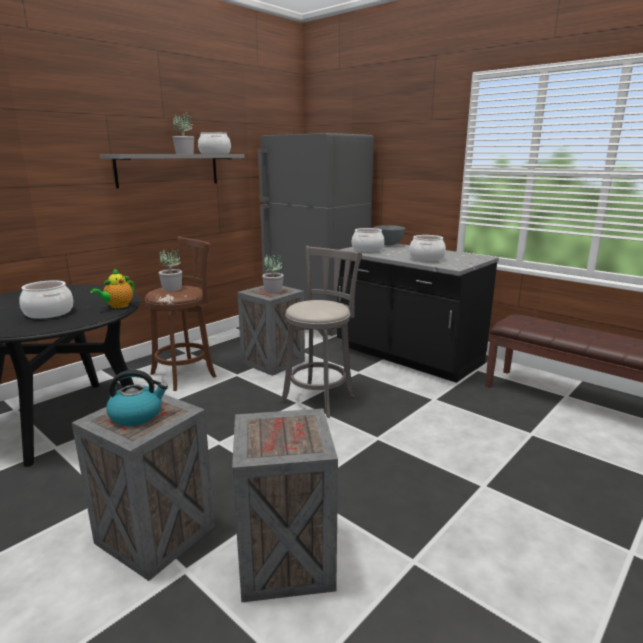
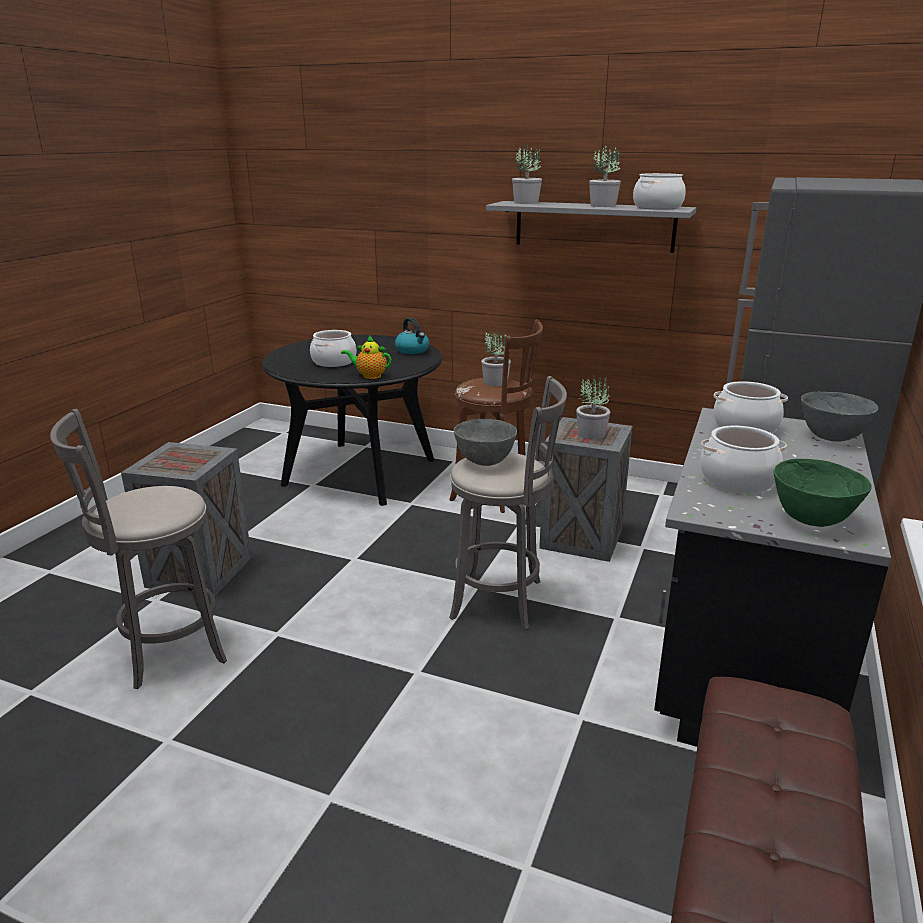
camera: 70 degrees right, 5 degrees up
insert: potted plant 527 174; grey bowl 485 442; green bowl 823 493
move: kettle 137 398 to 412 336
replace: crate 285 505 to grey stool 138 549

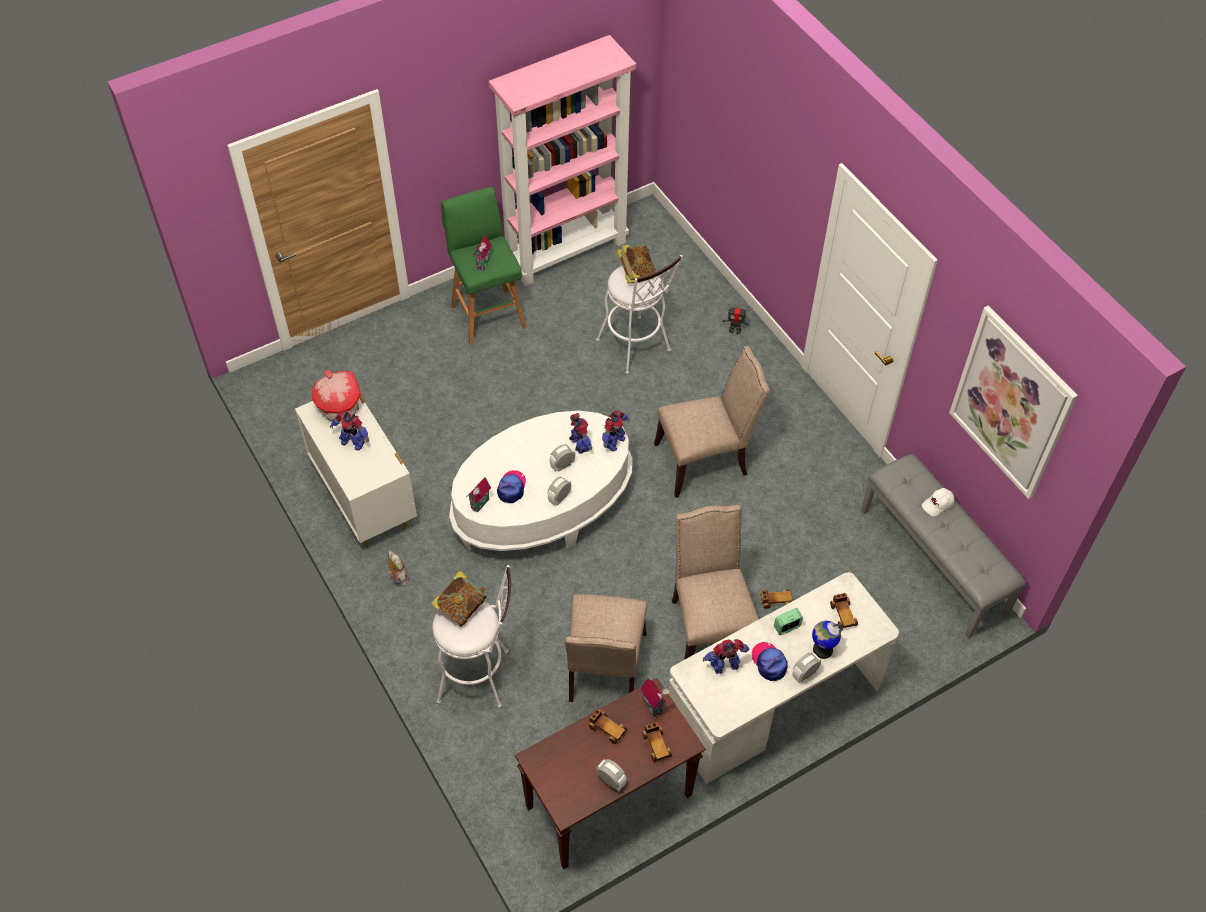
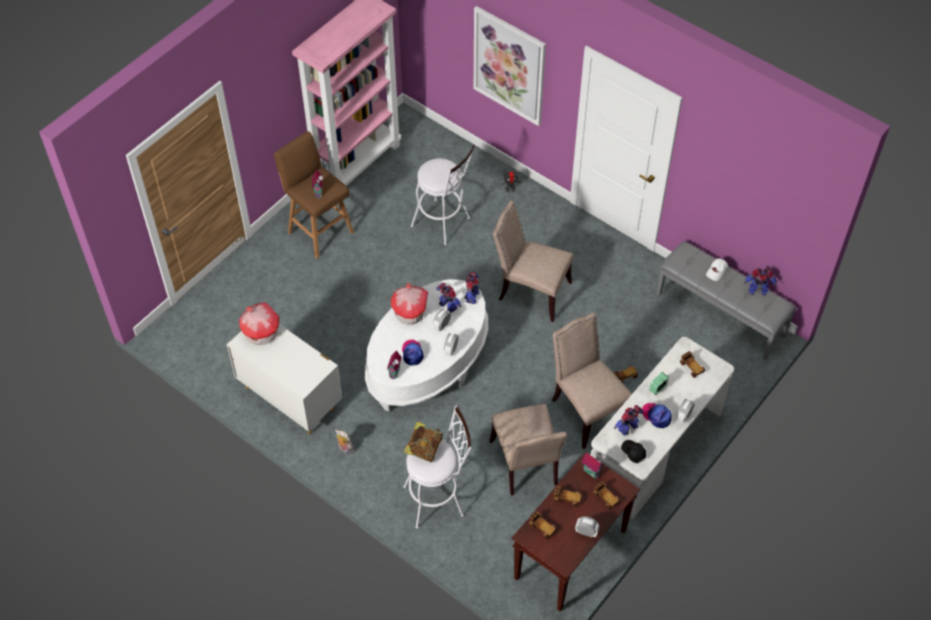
camera: 20 degrees left, 0 degrees up
delete: book 636 264; globe 827 640
insert: toy house 409 304; black cap 633 451; toy car 543 525
move: picture 1013 402 to 510 66; toy robot 349 431 to 760 281
recolor: green stool 484 266 to brown stool 314 195
rotate: beige chair 712 422 = 533 261 120 degrees counterclockwise

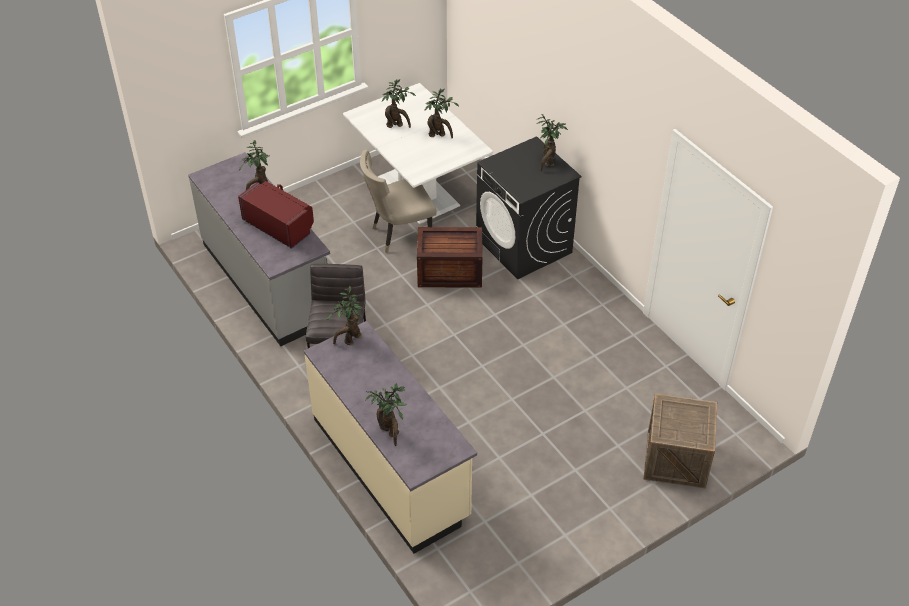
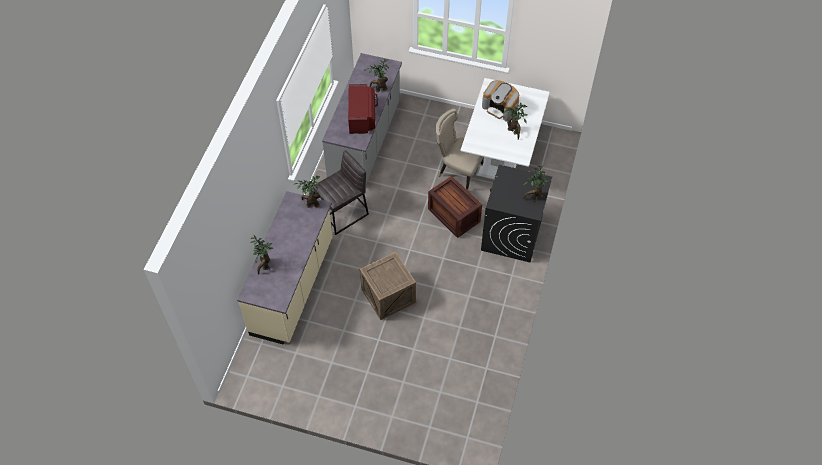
camera: 50 degrees right, 10 degrees up
move: crate 680 441 to 388 286
replace: potted plant 399 103 to coffee machine 500 101

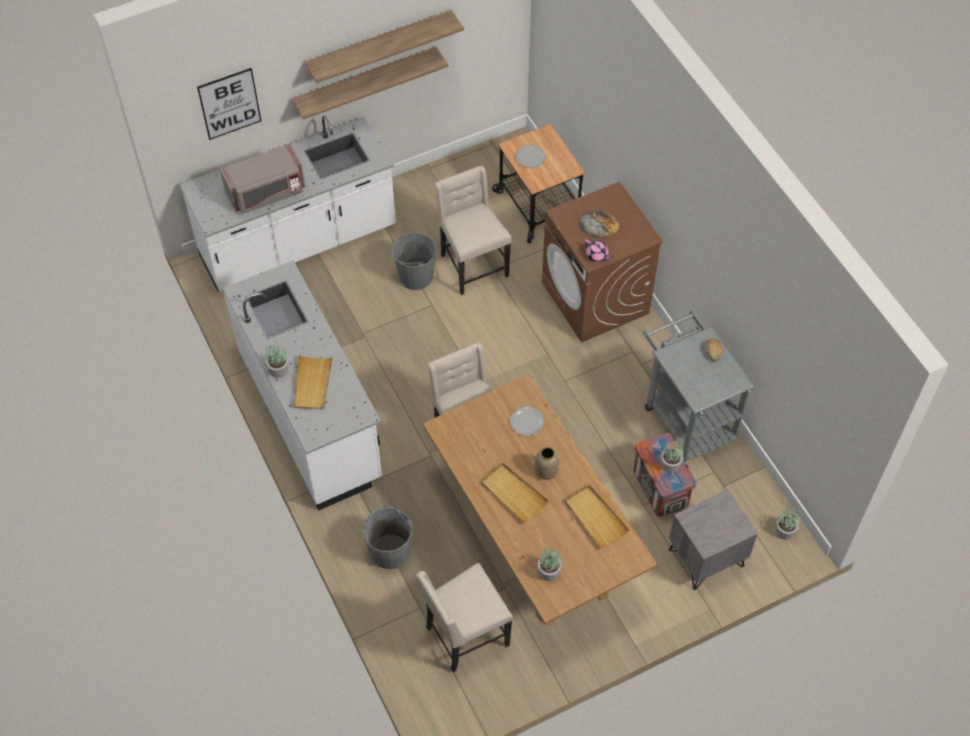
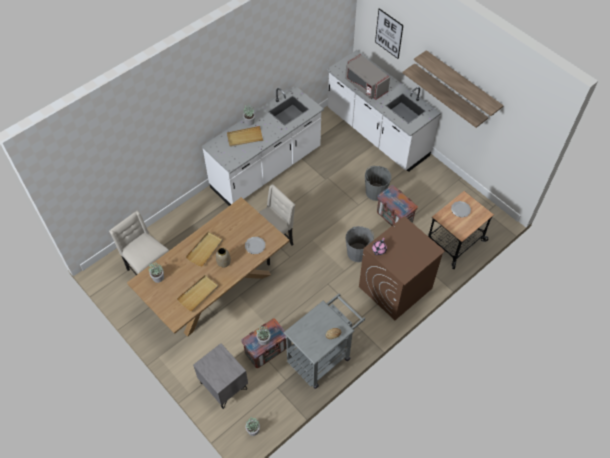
camera: 75 degrees right, 0 degrees up
delete: bread 599 224
move: grey bucket 387 537 to 359 244
replace: beige chair 473 230 to crate 397 205

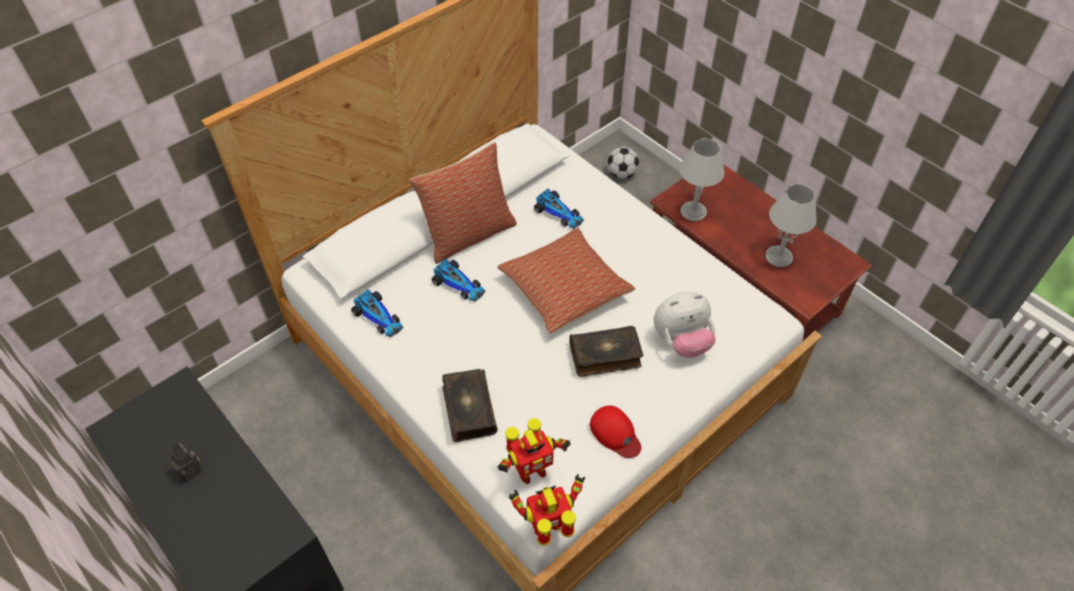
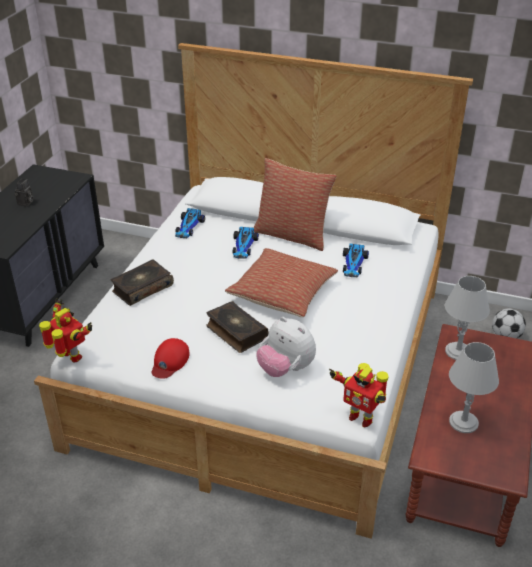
camera: 60 degrees right, 15 degrees down
move: toy robot 534 451 to 359 395

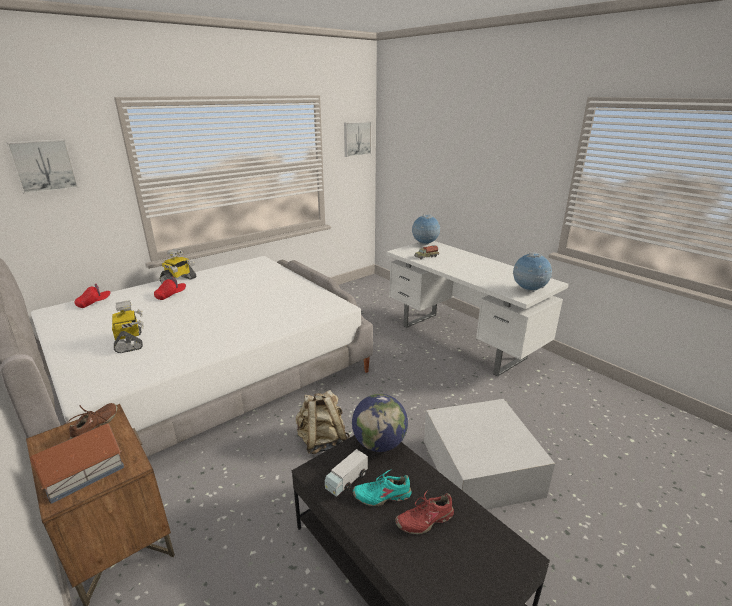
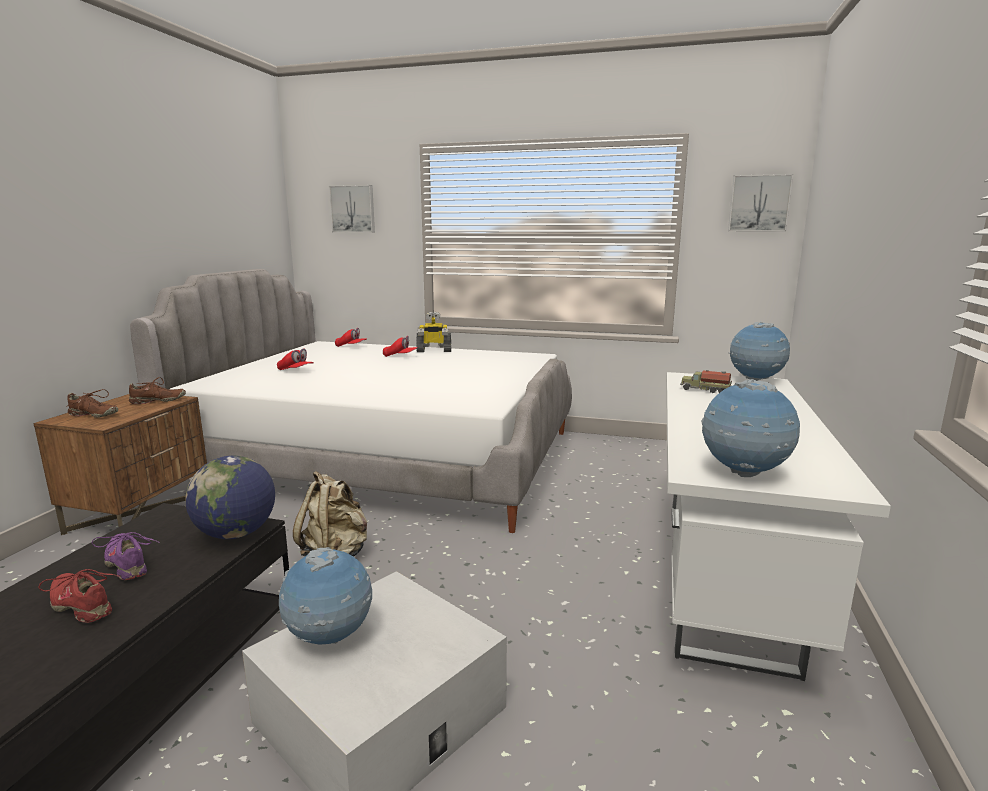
camera: 55 degrees right, 10 degrees down
delete: toy truck 346 473
insert: globe 325 596
replace: toy robot 127 326 to red cap 295 359; toy house 77 464 to brown shoe 92 403
recolor: turquoise shoe 382 487 to purple shoe 126 556

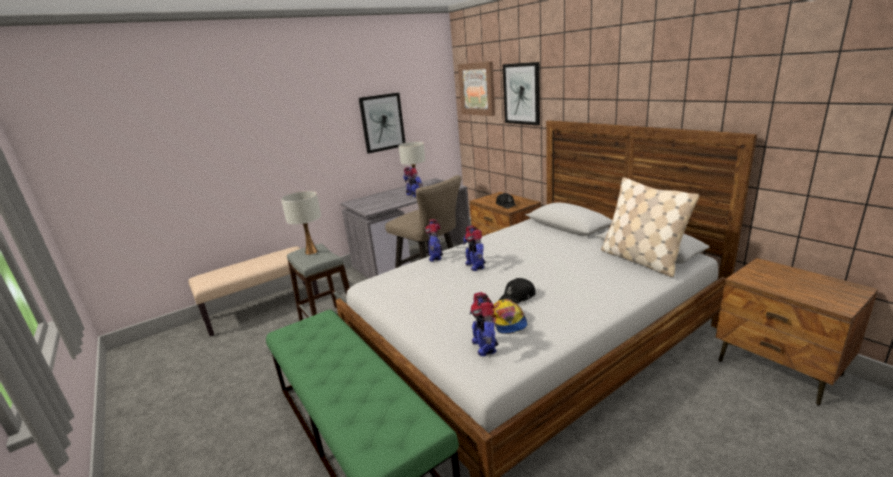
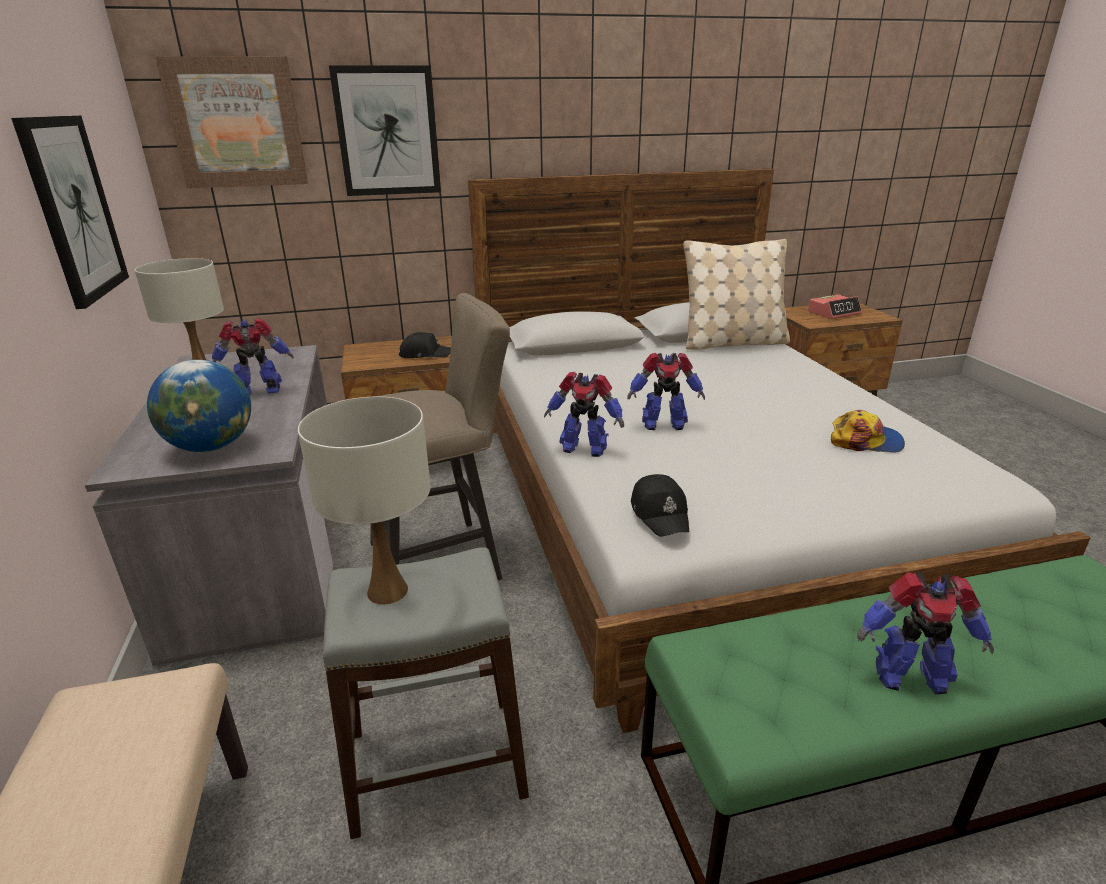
camera: 70 degrees left, 5 degrees up
insert: alarm clock 835 306; globe 199 406
move: black cap 516 291 to 660 505; toy robot 484 324 to 925 633

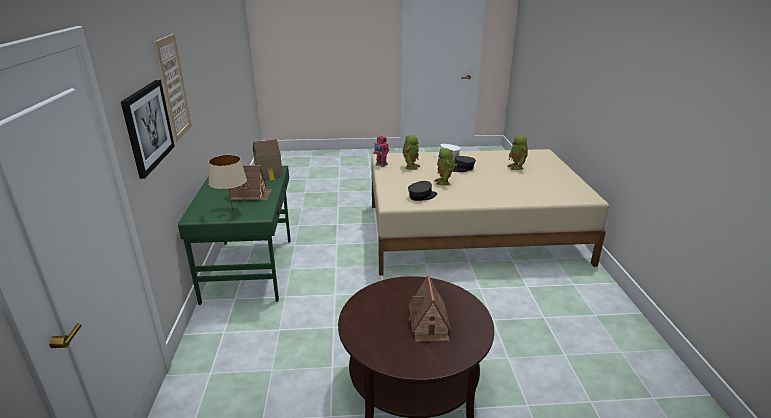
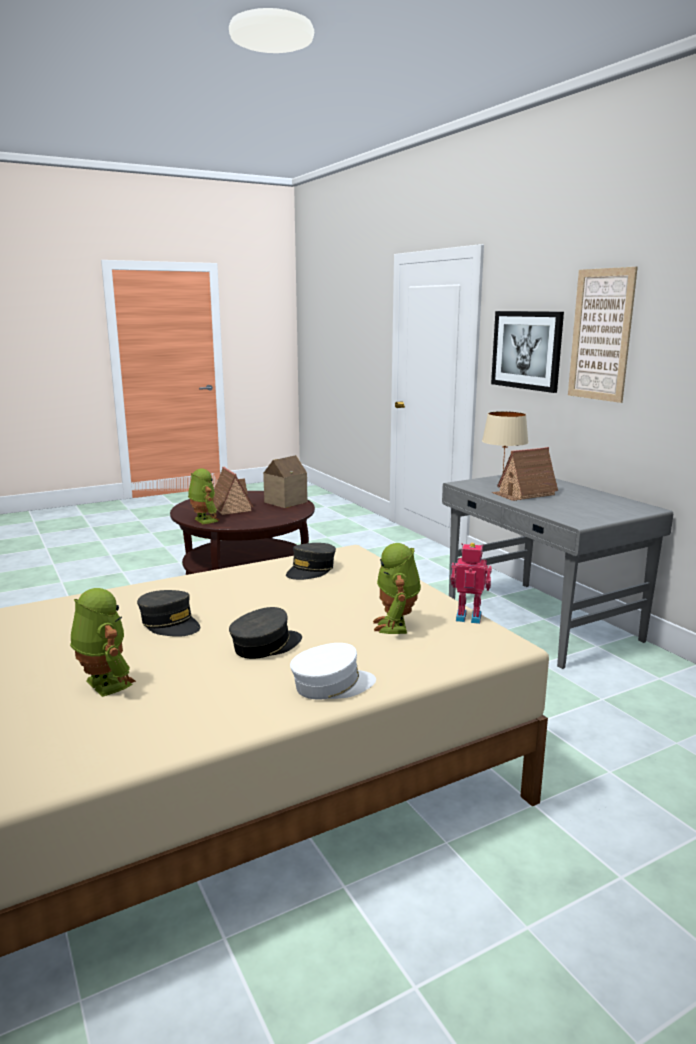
camera: 155 degrees right, 10 degrees down
insert: grey cap 168 613
move: toy house 268 160 to 285 481; toy robot 444 166 to 203 496
recolor: green desk 234 235 to grey desk 557 572

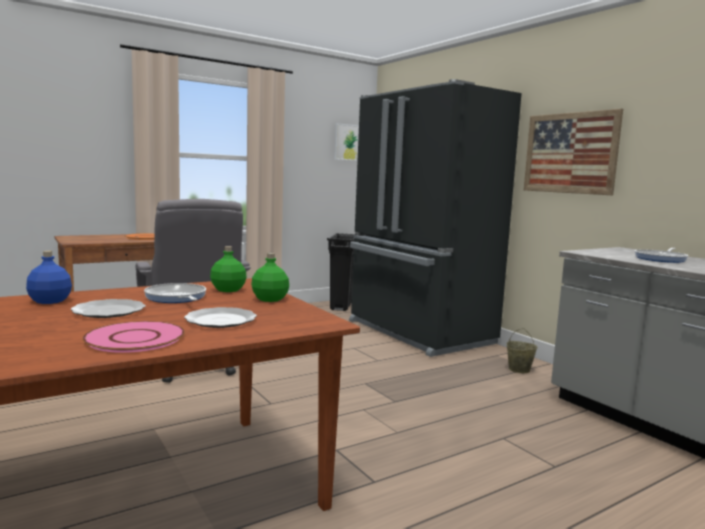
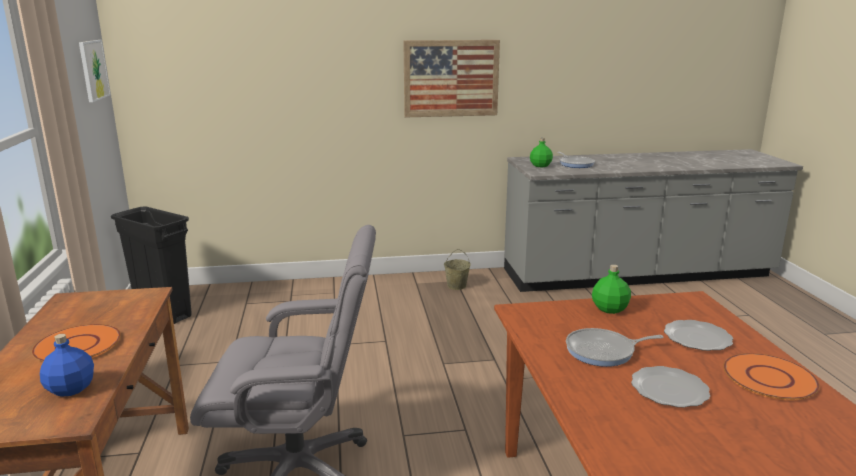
camera: 65 degrees left, 10 degrees up
delete: black fridge 435 218
move: green bottle 228 269 to 541 152; blue bottle 49 277 to 67 365
recolor: pink plate 133 337 to orange plate 771 377

